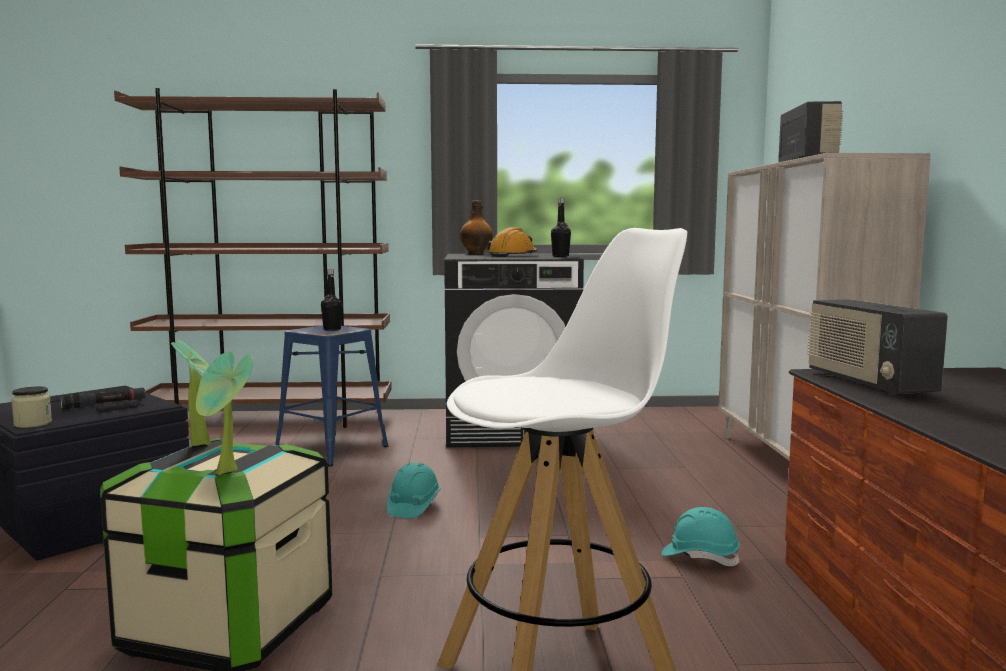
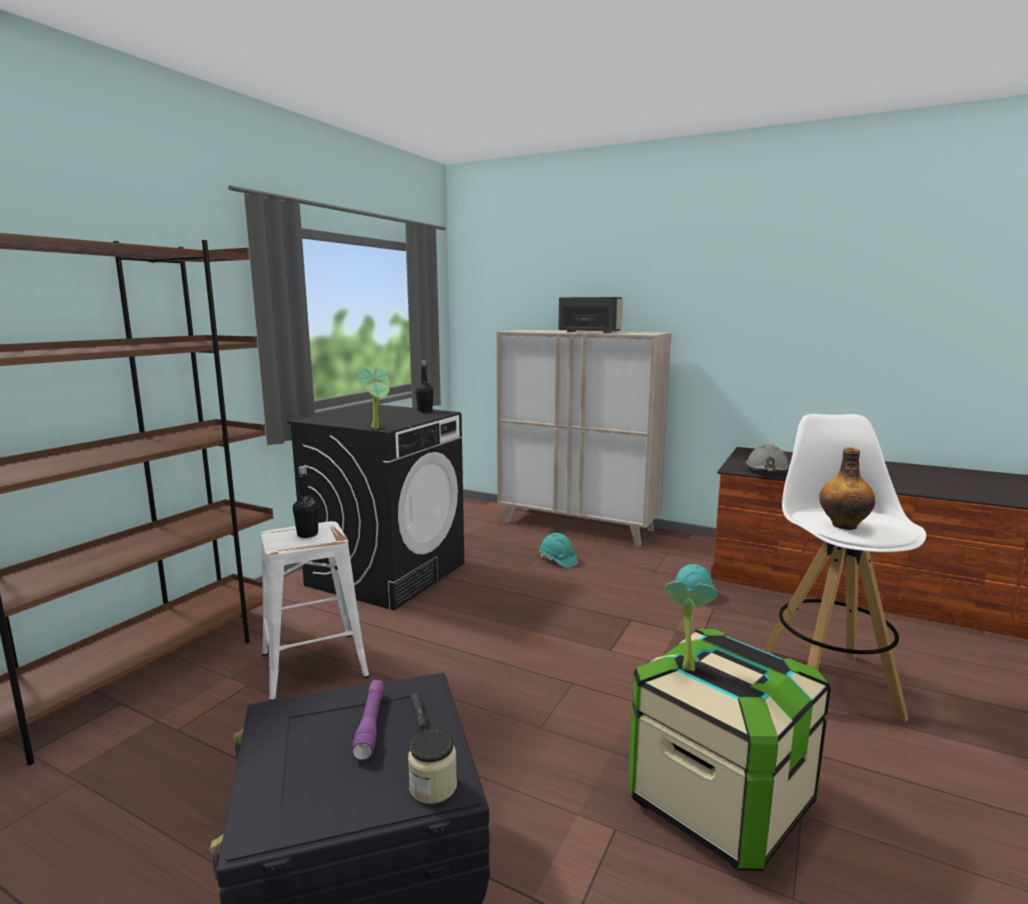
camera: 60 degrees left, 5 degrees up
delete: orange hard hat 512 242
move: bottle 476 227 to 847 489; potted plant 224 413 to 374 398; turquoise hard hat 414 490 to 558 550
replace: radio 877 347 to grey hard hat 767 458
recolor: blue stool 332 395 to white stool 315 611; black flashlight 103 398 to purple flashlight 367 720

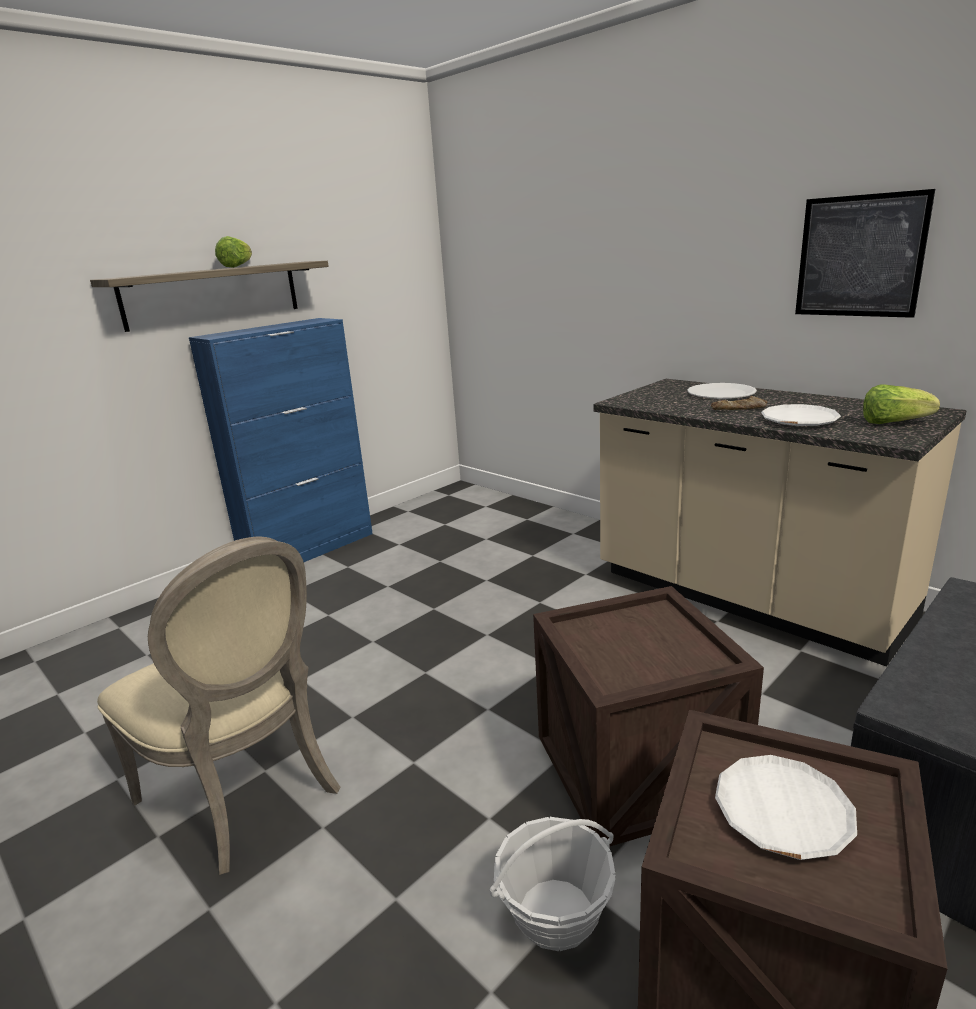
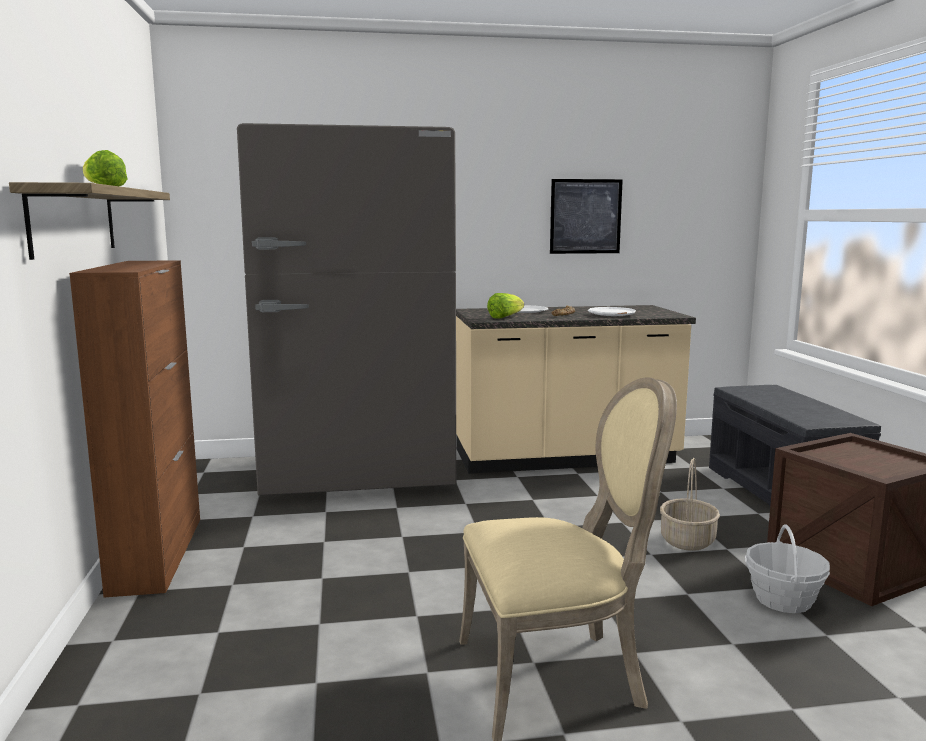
camera: 55 degrees left, 10 degrees down
delete: white plate 786 807
insert: grey fridge 346 309
move: lettuce 901 404 to 505 306
replace: crate 648 716 to basket 690 504
recolor: blue cabinet 281 440 to brown cabinet 134 429

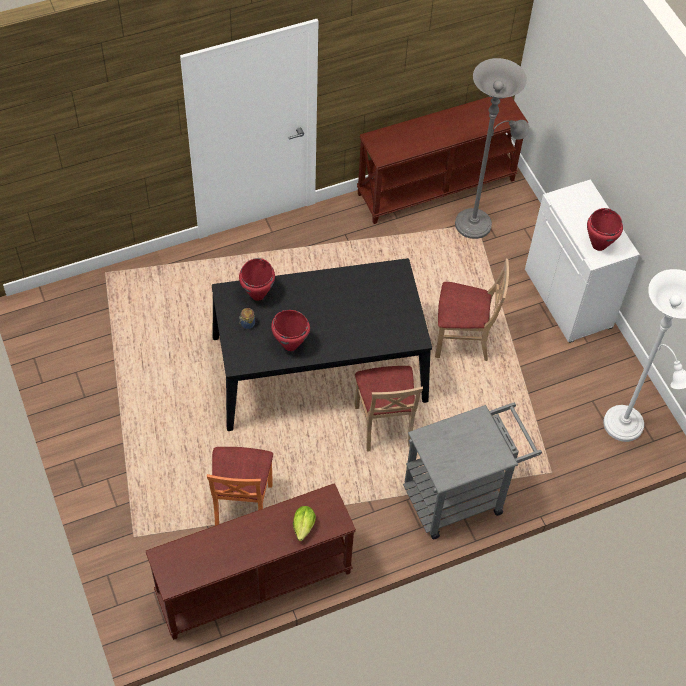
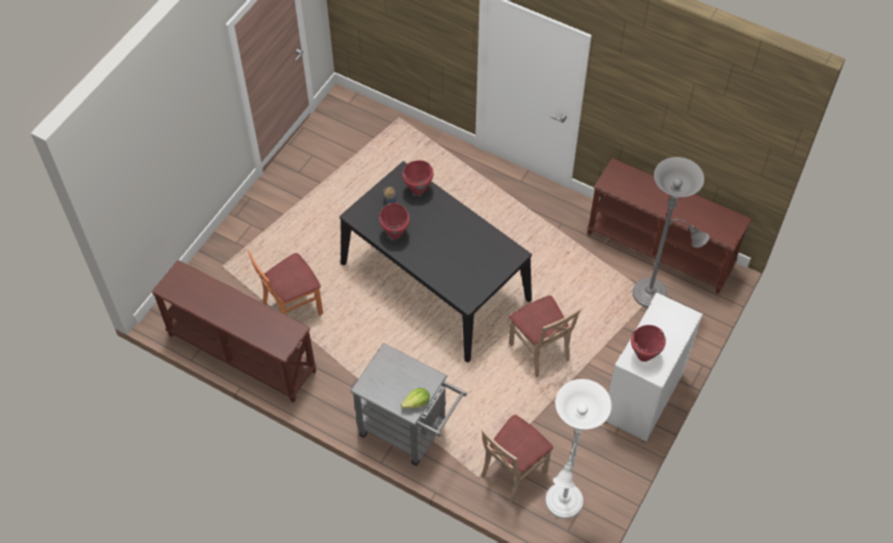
camera: 55 degrees right, 0 degrees up
move: beige chair 389 409 to 517 459; lettuce 304 523 to 415 398

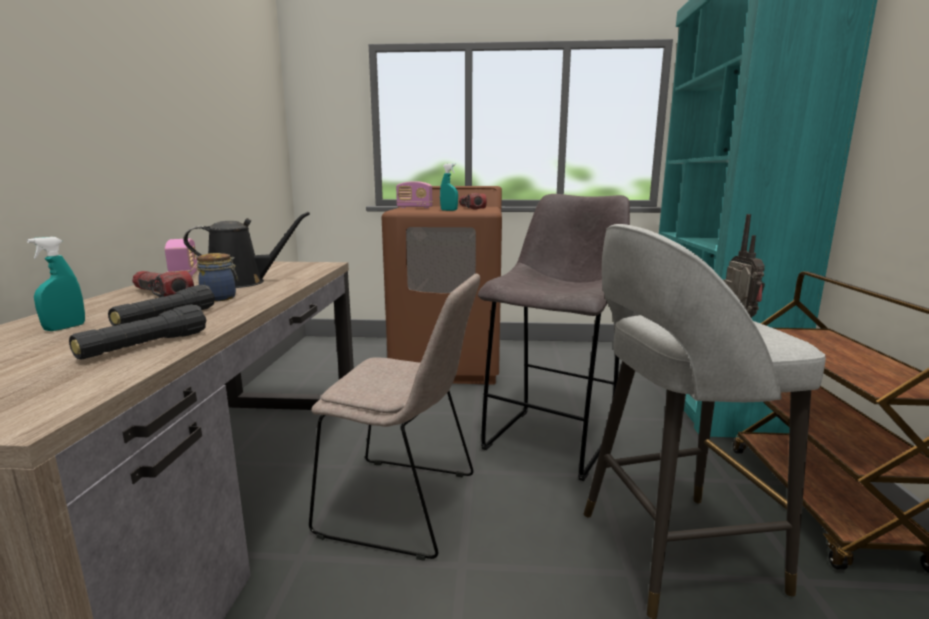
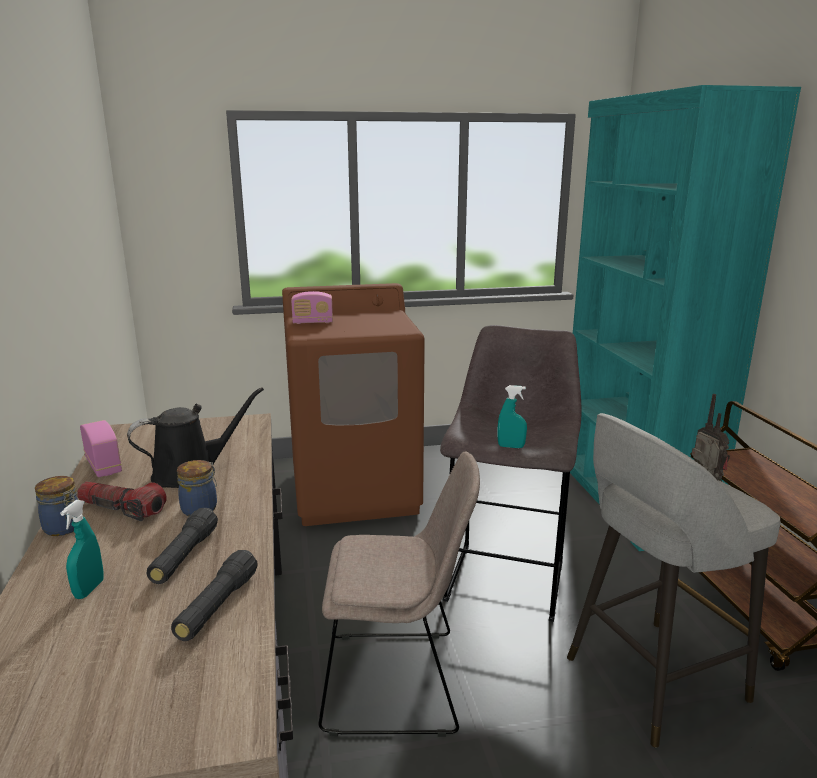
camera: 15 degrees left, 5 degrees up
delete: flashlight 473 201
insert: jar 56 506
move: turquoise spray bottle 449 187 to 512 416

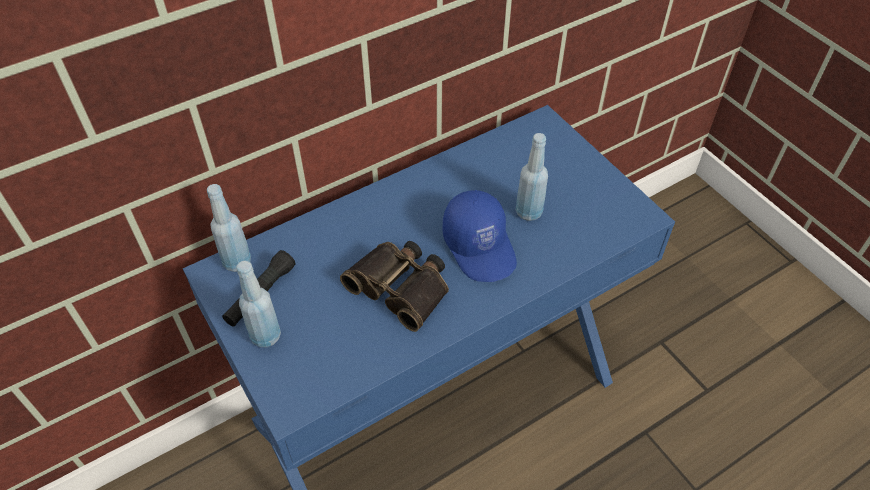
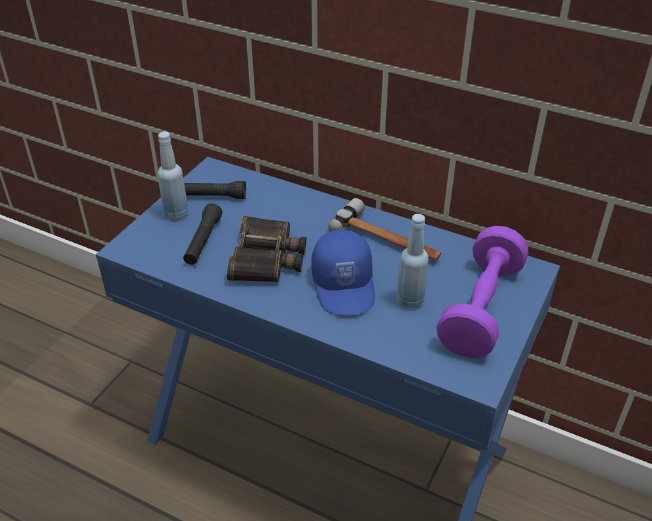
camera: 60 degrees right, 10 degrees down
delete: blue bottle 229 228
insert: hammer 384 229; black flashlight 202 234; purple dumbbell 482 292
rotate: blue cap 479 236 = 343 272 45 degrees counterclockwise

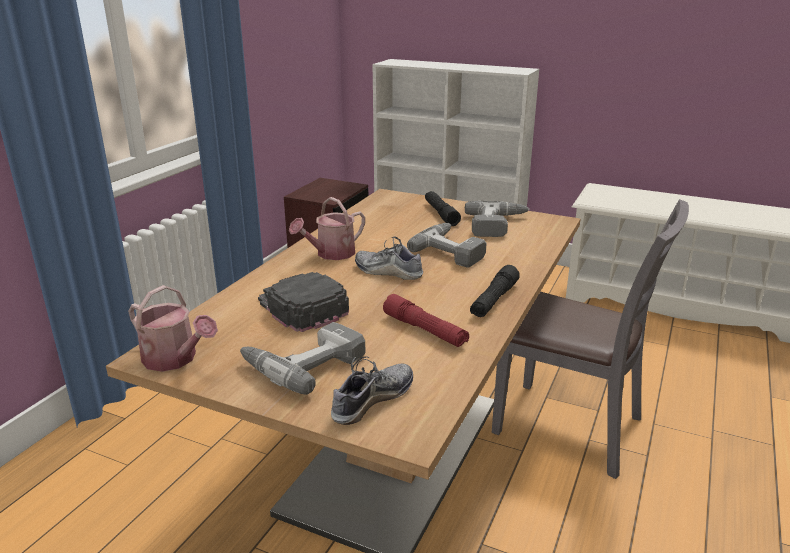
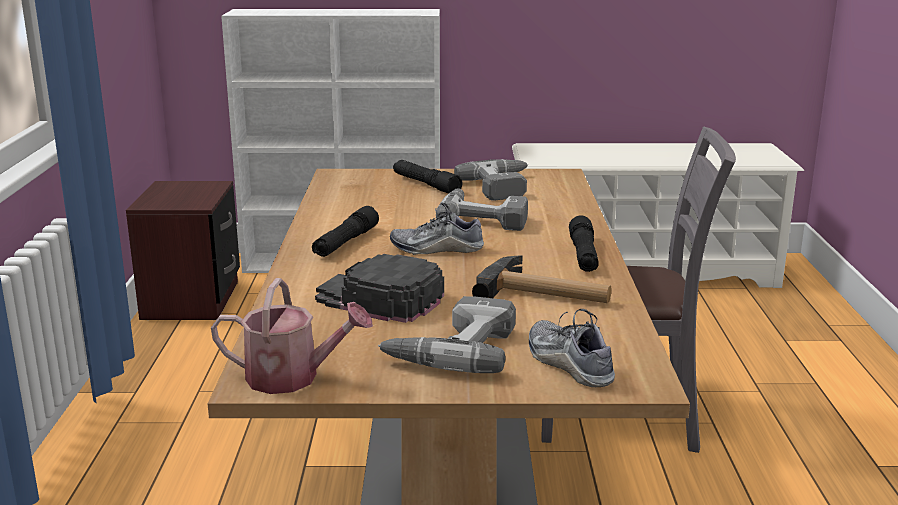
camera: 25 degrees left, 5 degrees down
replace: watering can 327 228 to black flashlight 345 231; red flashlight 426 320 to hammer 541 279
rotate: shoe 372 391 = 572 348 45 degrees counterclockwise

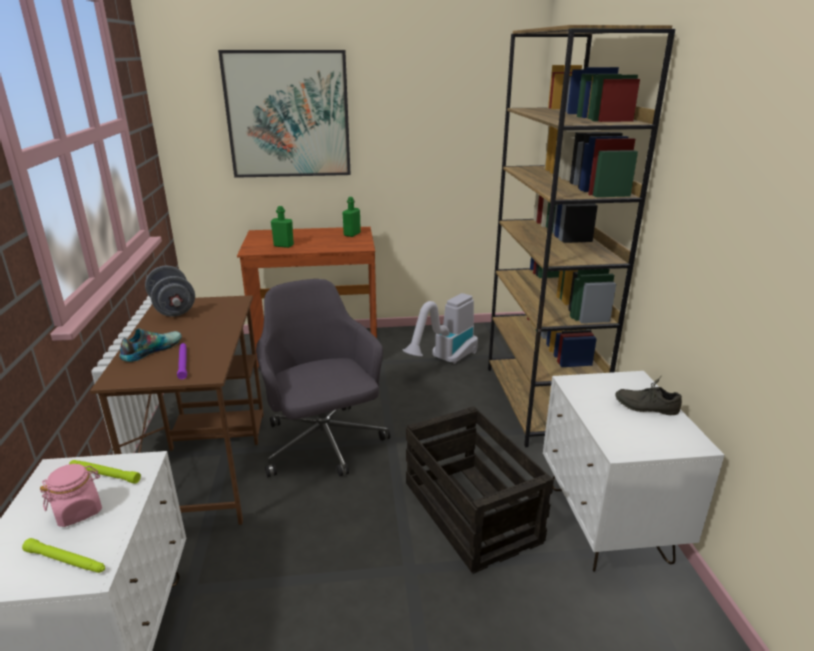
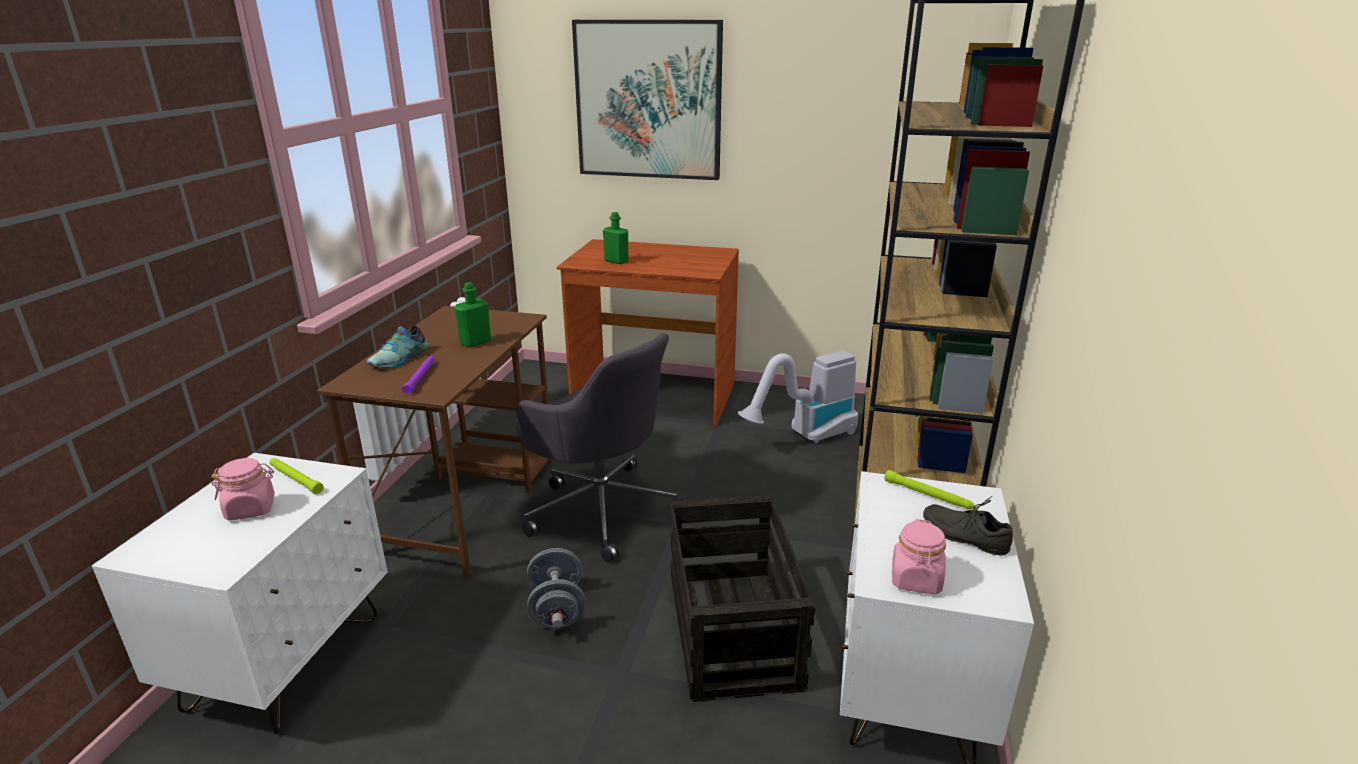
camera: 20 degrees right, 0 degrees up
insert: pink jar 919 556
move: green bottle 351 217 to 472 314; grey dumbbell 170 291 to 556 588; green flashlight 63 555 to 929 489
rotate: grey office chair 323 378 = 599 447 135 degrees clockwise; shoe 150 345 = 397 347 150 degrees clockwise

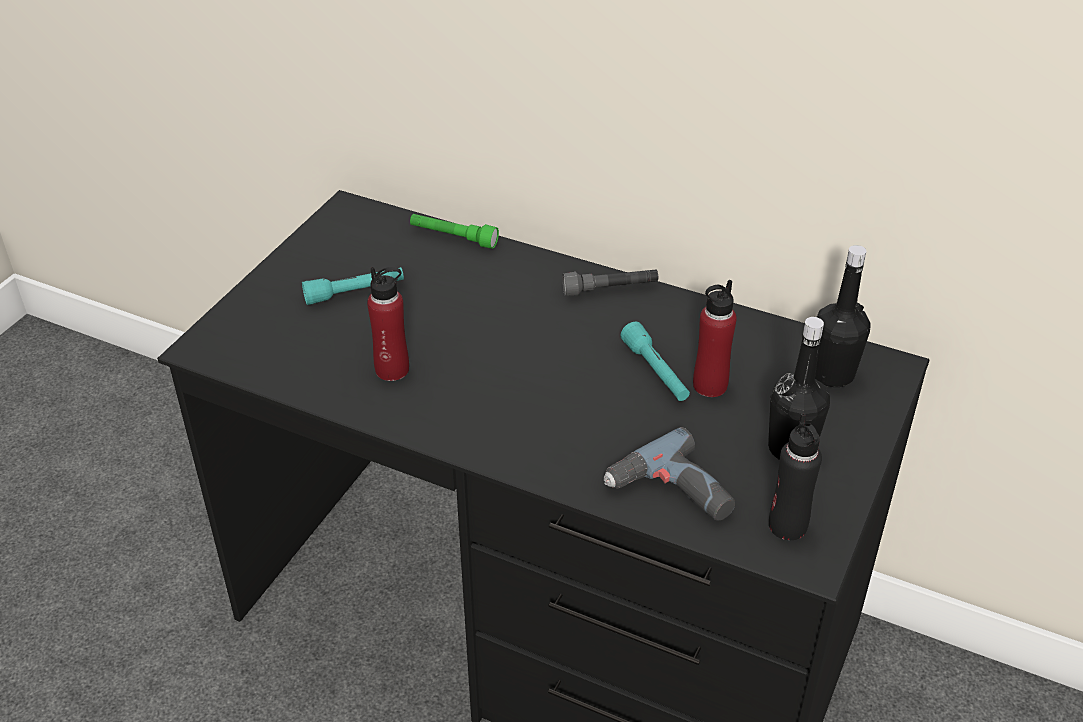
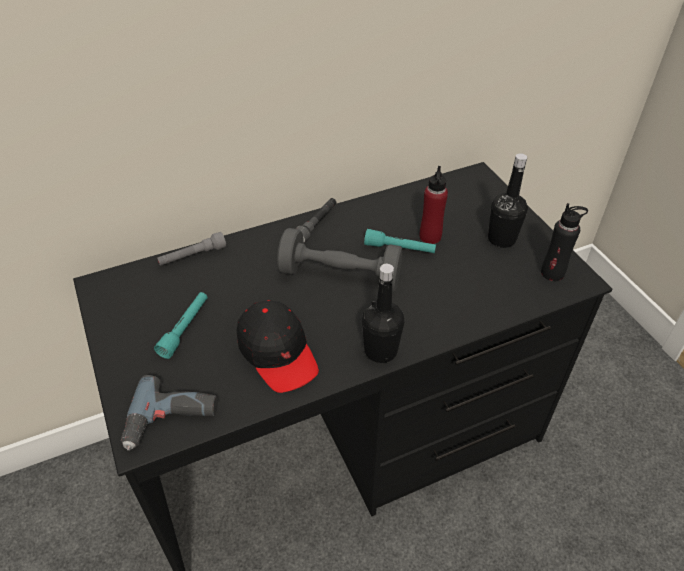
camera: 50 degrees left, 5 degrees up
insert: grey dumbbell 340 260
move: black bottle 843 316 to 383 313; power drill 669 473 to 169 412
replace: red bottle 388 324 to black cap 278 346
recolor: green flashlight 454 231 to grey flashlight 191 249

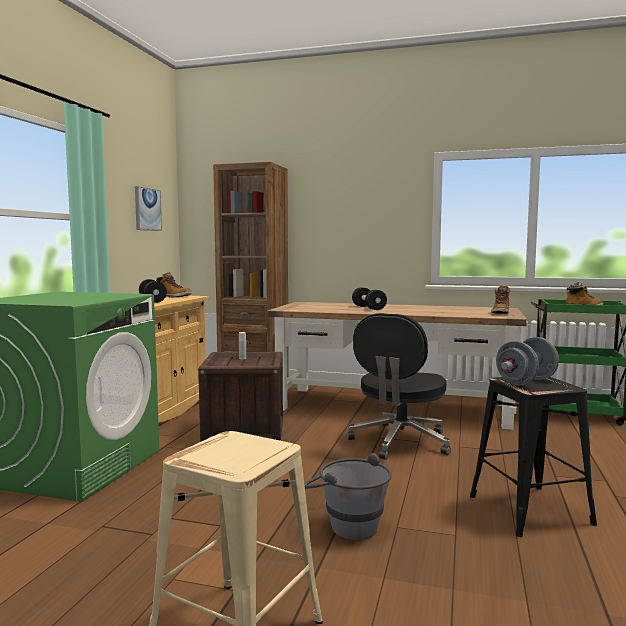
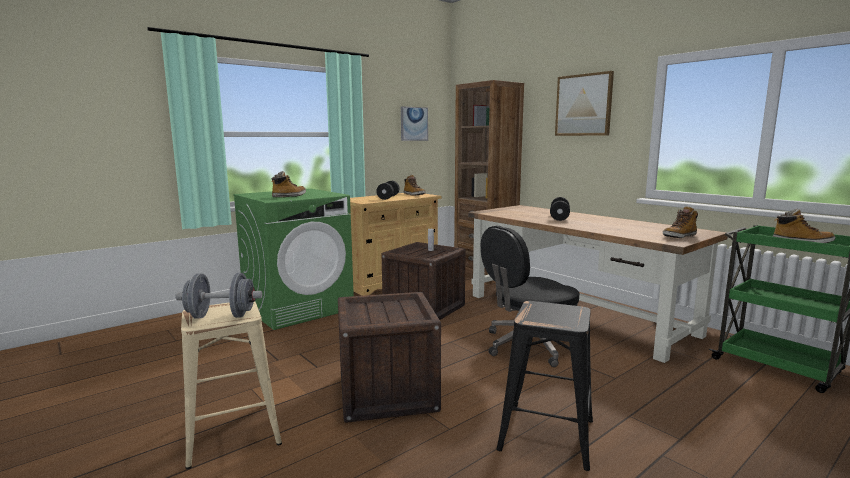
camera: 35 degrees right, 5 degrees up
insert: picture 584 103; boot 288 184
move: grey dumbbell 527 361 to 218 296
replace: grey bucket 348 496 to crate 389 357

